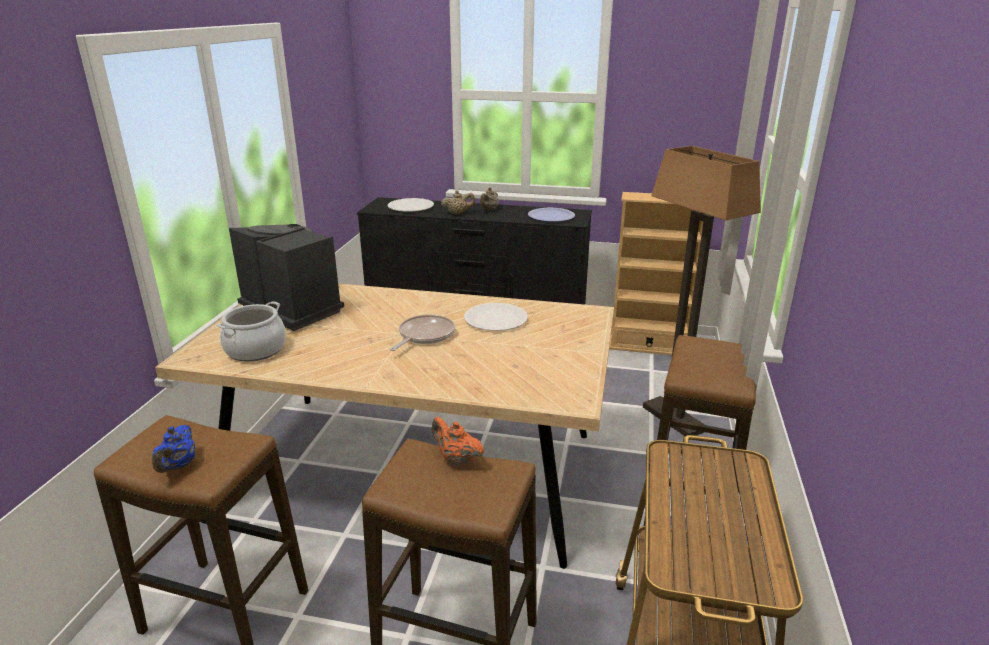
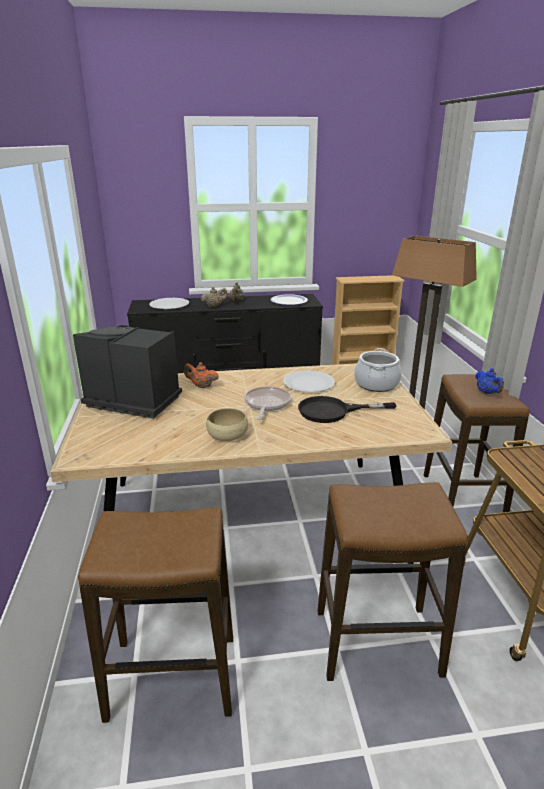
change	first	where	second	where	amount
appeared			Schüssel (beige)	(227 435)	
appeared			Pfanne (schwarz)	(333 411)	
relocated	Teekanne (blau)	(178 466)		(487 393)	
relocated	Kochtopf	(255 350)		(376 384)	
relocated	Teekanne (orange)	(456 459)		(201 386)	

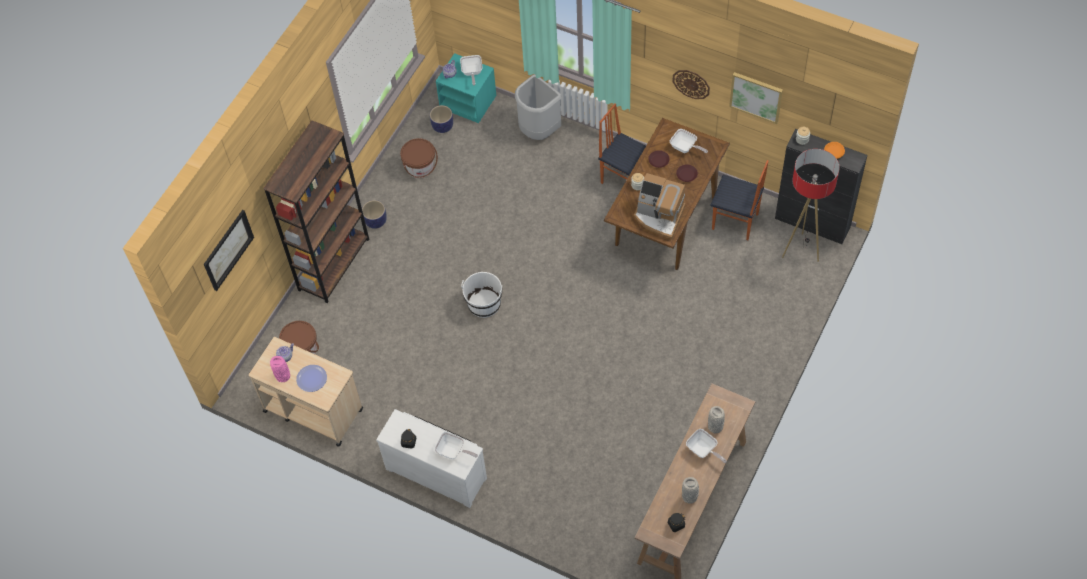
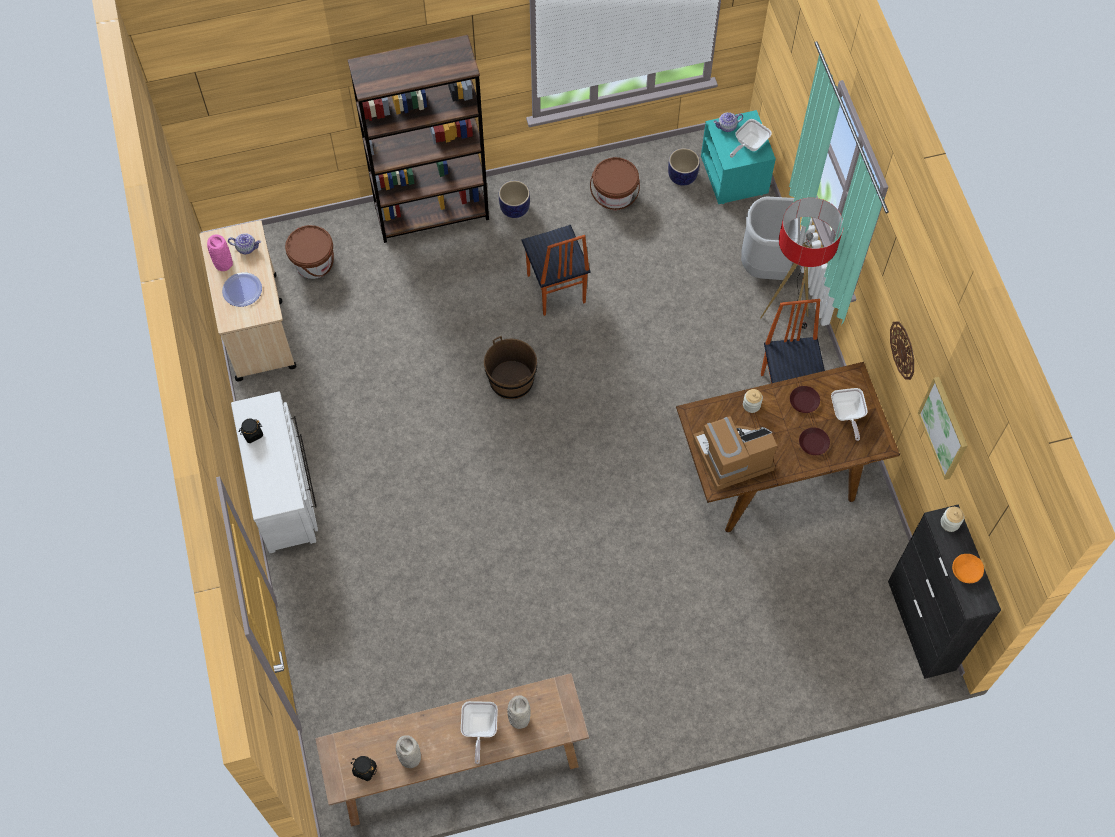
change	first	where	second	where	amount
missing	Bild	(228 250)			
missing	Pfanne	(453 452)			
relocated	Stuhl	(735 222)		(555 289)	
relocated	Stehlampe	(801 250)		(786 328)	
colour	Eimer (weiß)	(484 304)	Eimer (braun)	(511 380)	
spun	Kaffeemaschine	(659 216)		(732 457)	90 degrees clockwise

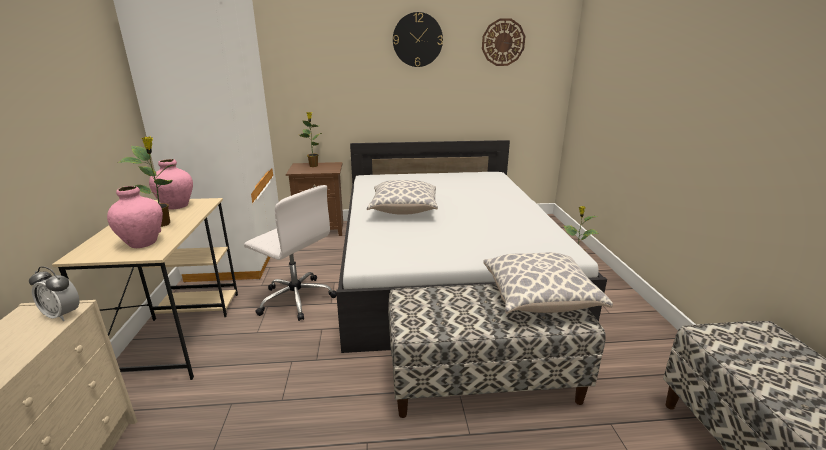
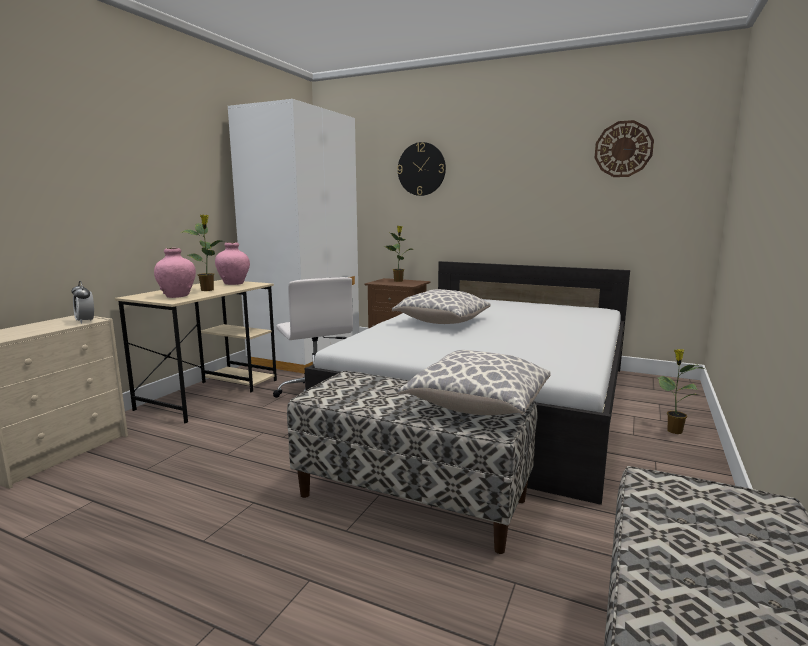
change	first	where	second	where	amount
relocated	Wanduhr	(417 40)		(421 169)	

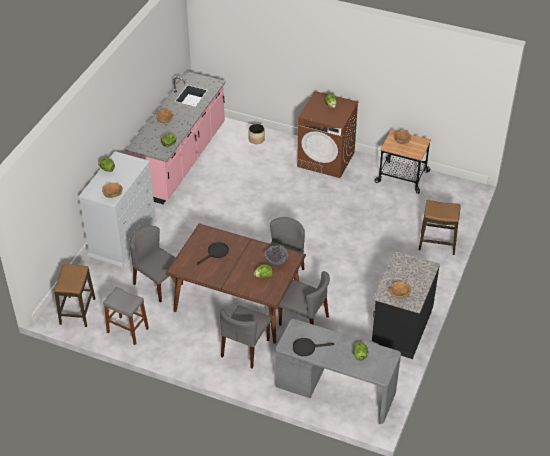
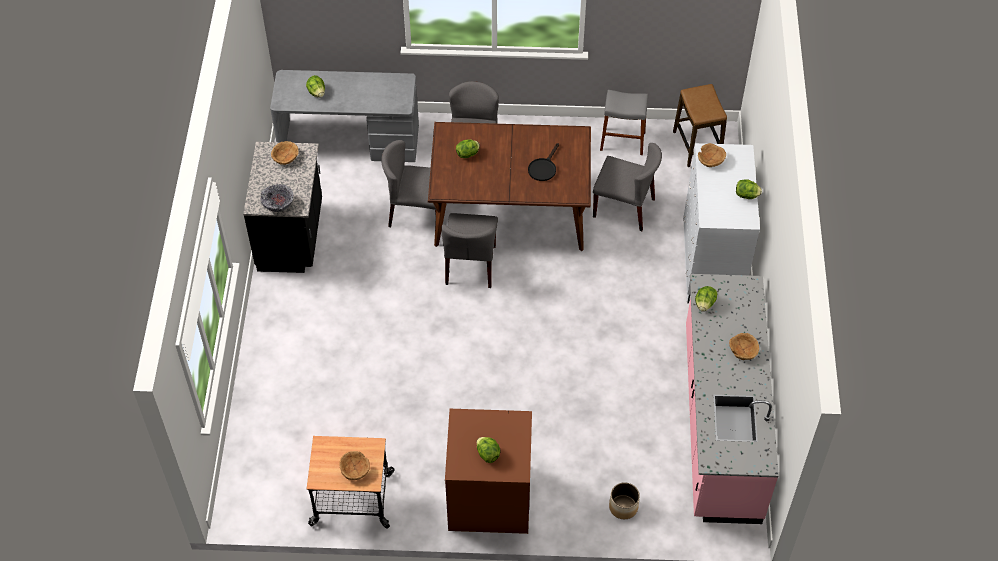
change	first	where	second	where	amount
missing	Pfanne (schwarz)	(307 347)			
missing	Hocker	(437 243)			
relocated	Schüssel	(276 261)		(278 205)	

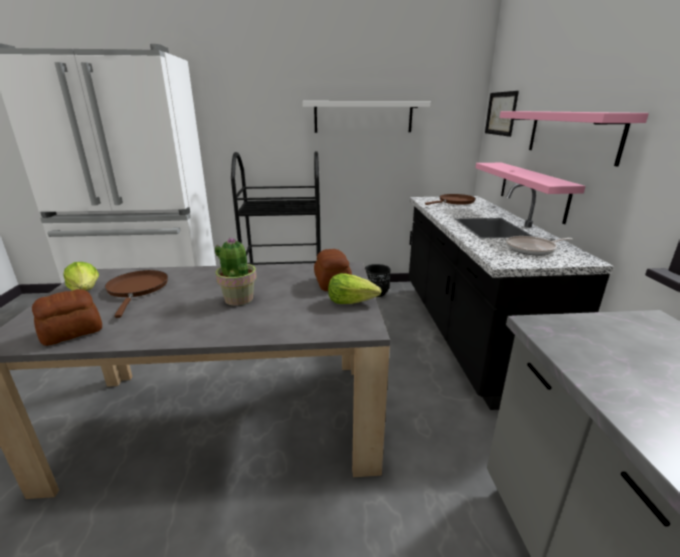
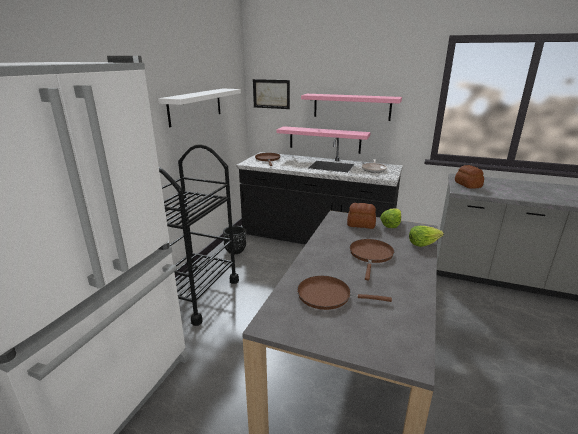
change	first	where	second	where	amount
relocated	Brot	(73 332)		(468 185)	
relocated	Salatkopf	(86 290)		(423 243)	
exchanged	Topfpflanze	(239 299)	Pfanne (braun)	(371 255)	

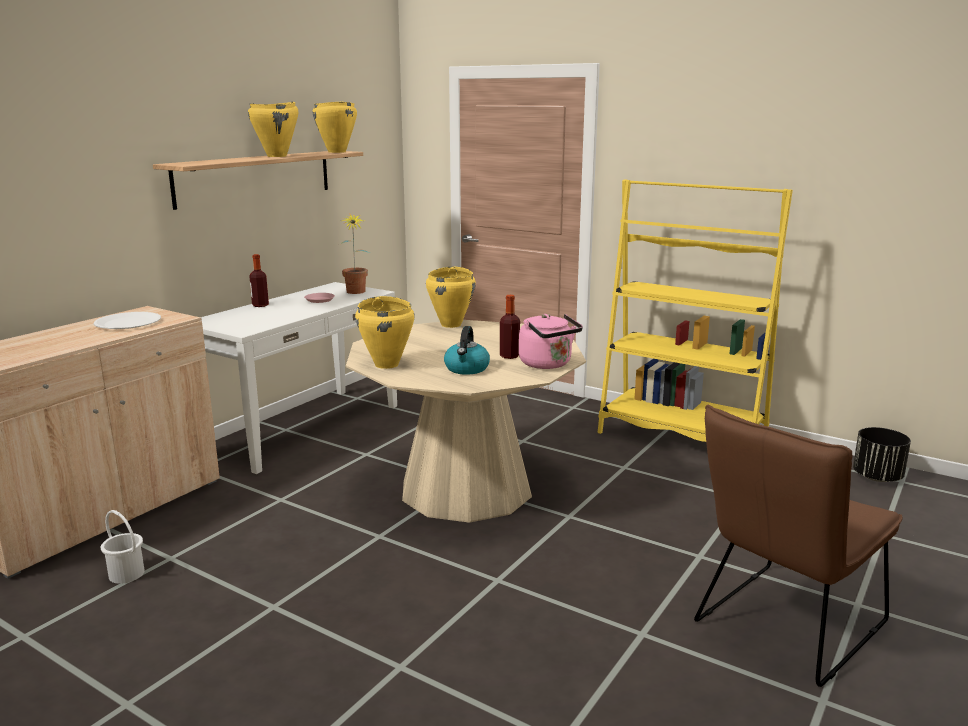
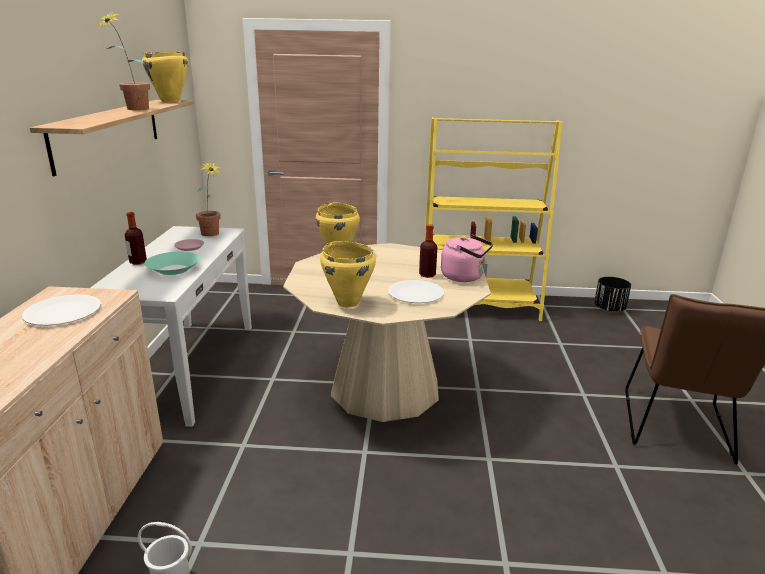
change	first	where	second	where	amount
appeared			Schüssel (türkis)	(174 269)	
exchanged	Kochtopf (gelb)	(277 156)	Topfpflanze	(133 109)	
exchanged	Wasserkessel	(467 369)	Teller (weiß)	(416 293)	

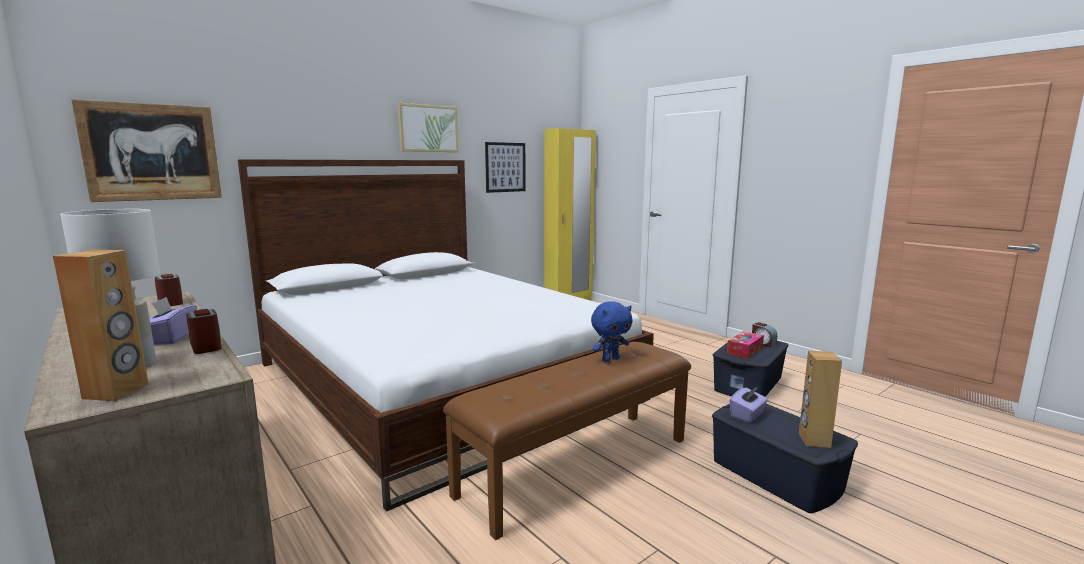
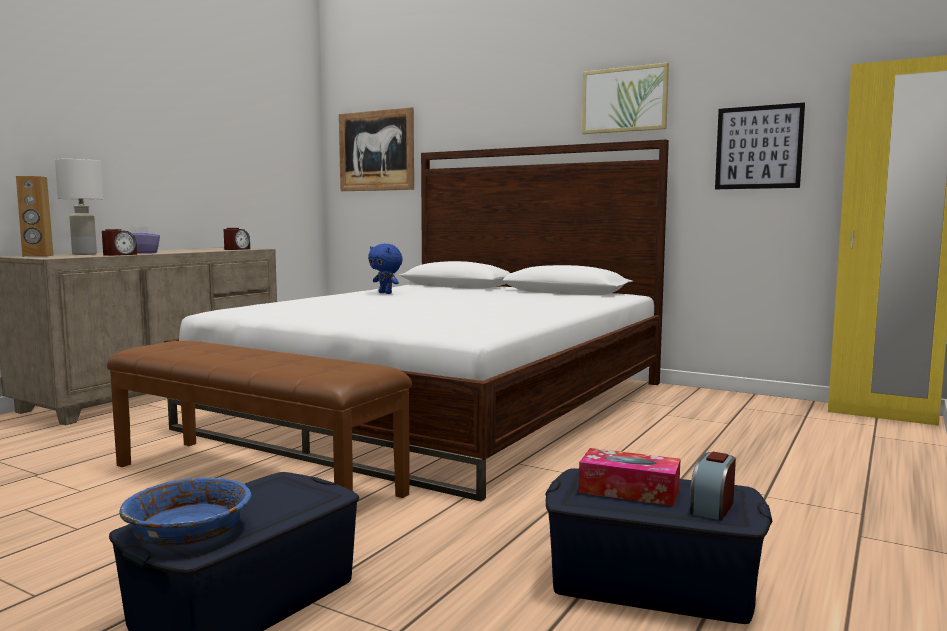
change	first	where	second	where	amount
missing	Taschentuchbox (lila)	(747 415)			
relocated	Plüschtier (blau)	(610 359)		(386 293)	
exchanged	Lautsprecher (braun)	(813 440)	Schüssel (blau)	(187 531)	

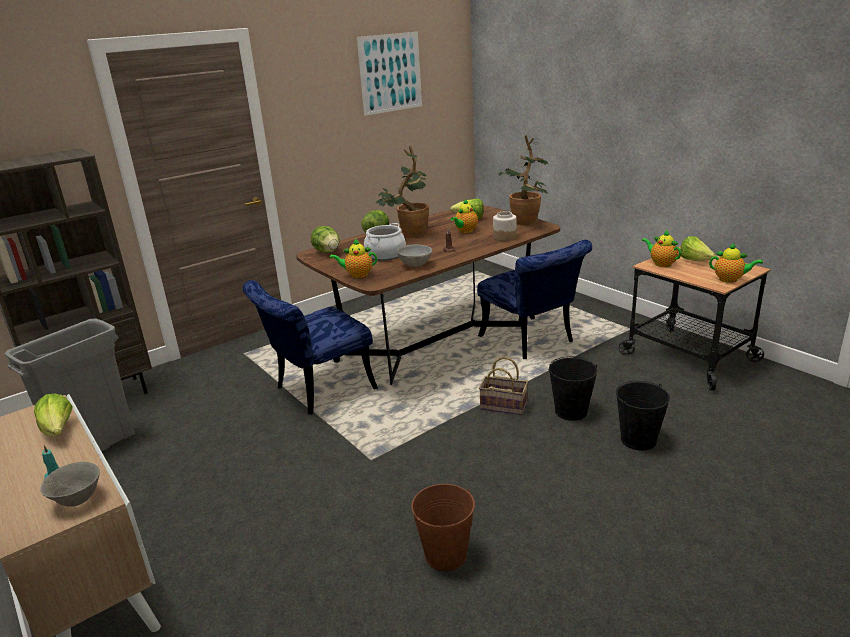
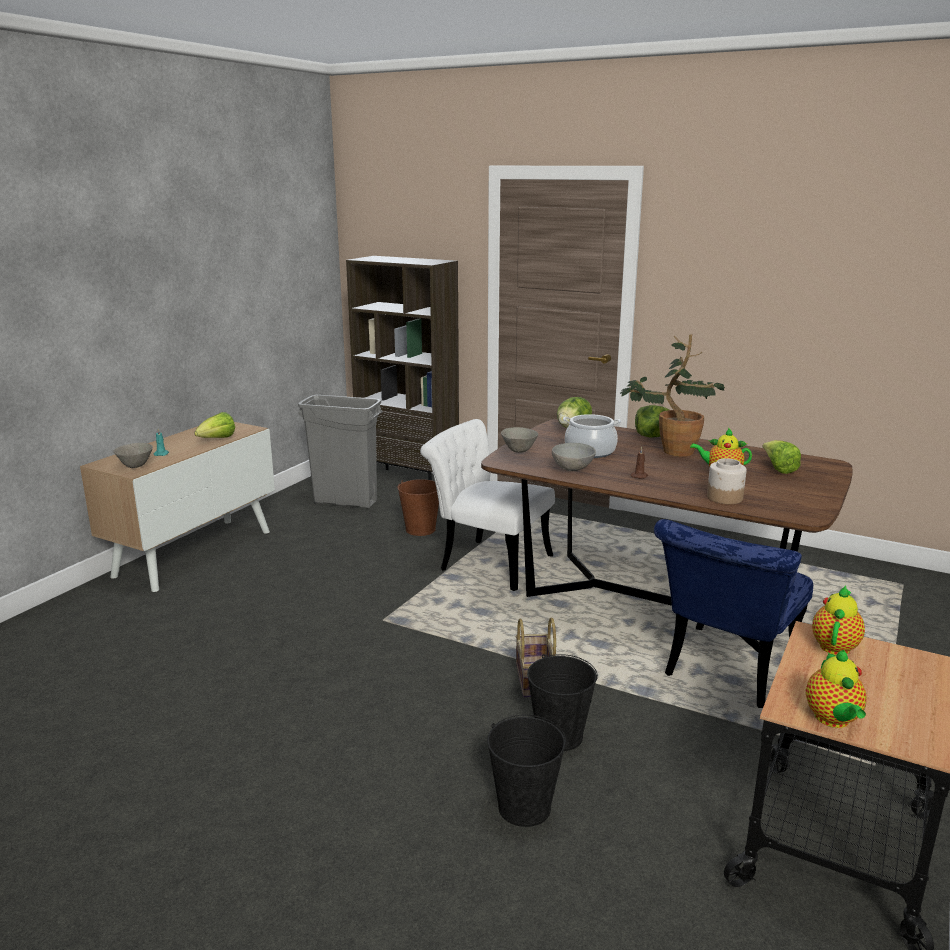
change	first	where	second	where	amount
missing	Bild	(390 73)			
missing	Topfpflanze	(525 223)			
missing	Salatkopf	(695 261)			
relocated	Eimer (braun)	(445 555)		(420 529)	
exchanged	Teekanne	(357 275)	Schüssel (grau)	(519 451)	
colour	Stuhl (blau)	(317 390)	Stuhl (weiß)	(487 561)	

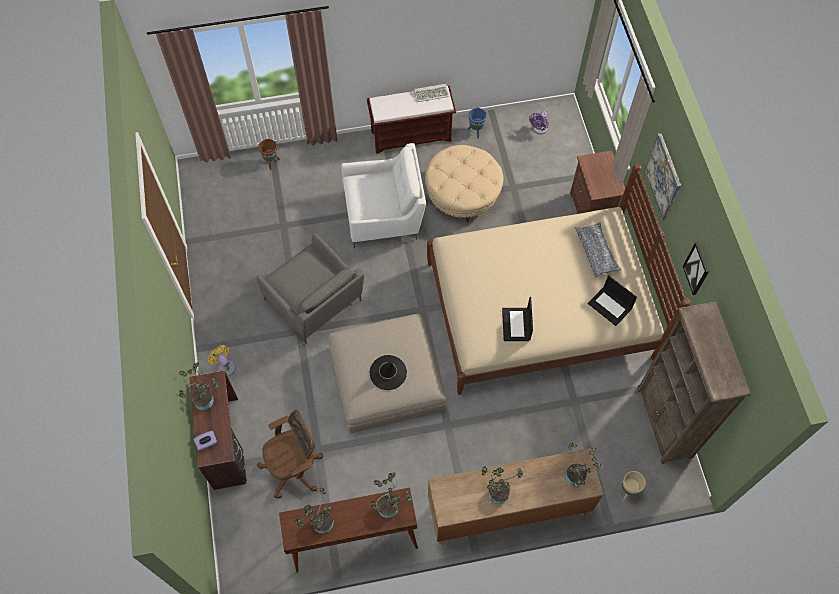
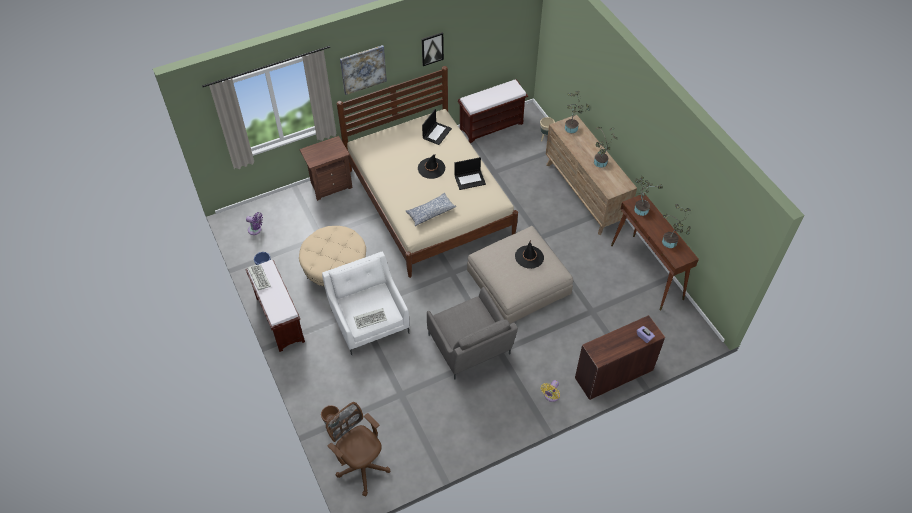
change	first	where	second	where	amount
missing	Topfpflanze	(206 400)			
appeared			Tastatur	(371 318)	
appeared			Hut (schwarz)	(431 168)	
relocated	Bürostuhl (braun)	(295 469)		(361 465)	
relocated	Kissen	(596 252)		(430 212)	
exchanged	Bücherregal (braun)	(664 423)	Bank (braun)	(491 126)	
spun	Sessel (grau)	(315 303)		(470 347)	120 degrees clockwise

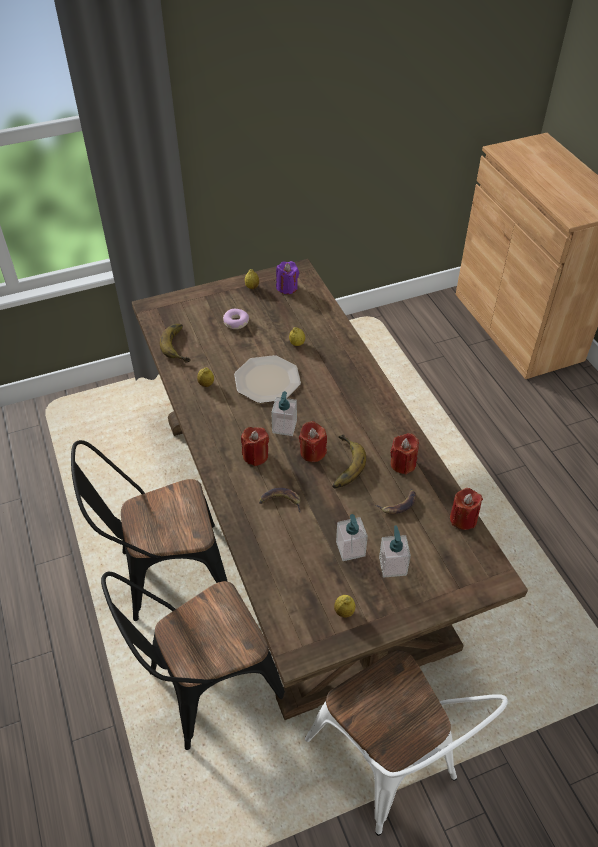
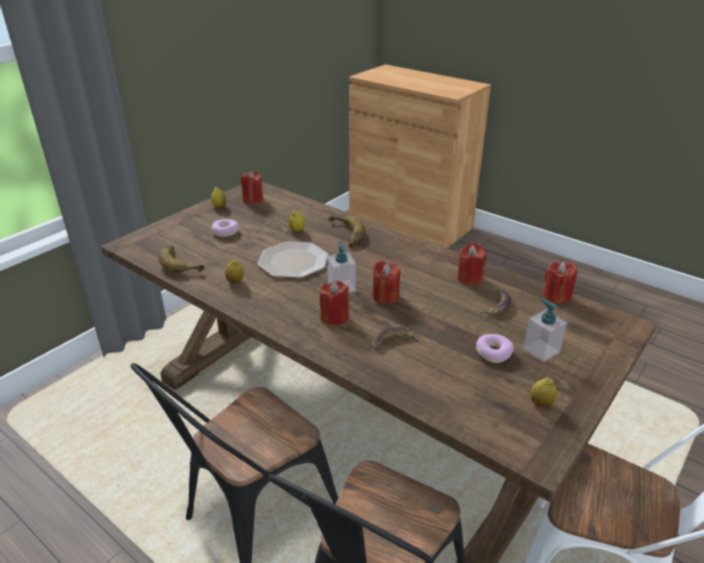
change	first	where	second	where	amount
relocated	Banane	(341 465)		(344 234)	
exchanged	Seifenspender	(350 549)	Donut	(493 352)	
colour	Kerze (lila)	(287 287)	Kerze (rot)	(253 199)	

